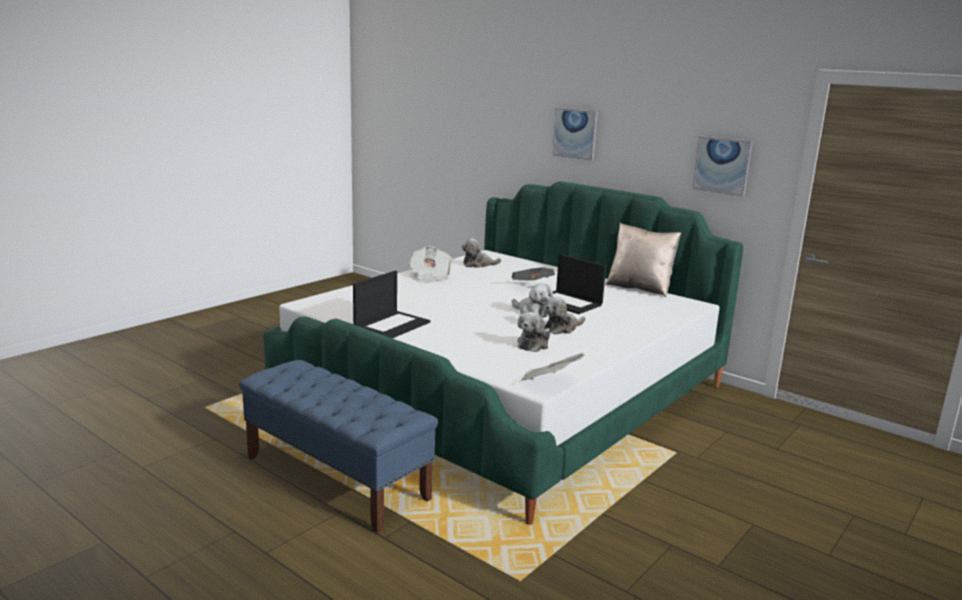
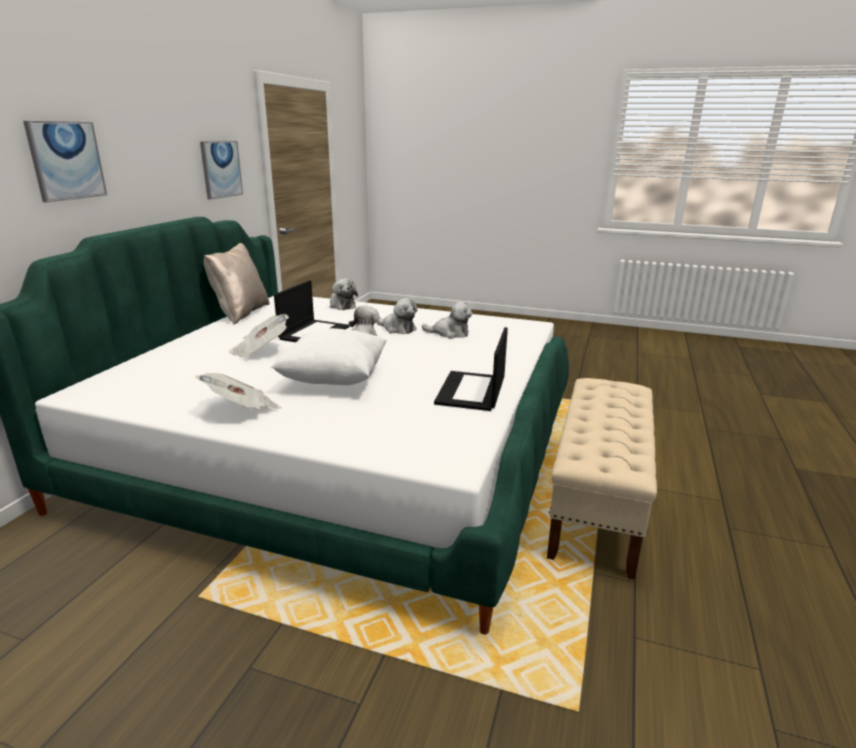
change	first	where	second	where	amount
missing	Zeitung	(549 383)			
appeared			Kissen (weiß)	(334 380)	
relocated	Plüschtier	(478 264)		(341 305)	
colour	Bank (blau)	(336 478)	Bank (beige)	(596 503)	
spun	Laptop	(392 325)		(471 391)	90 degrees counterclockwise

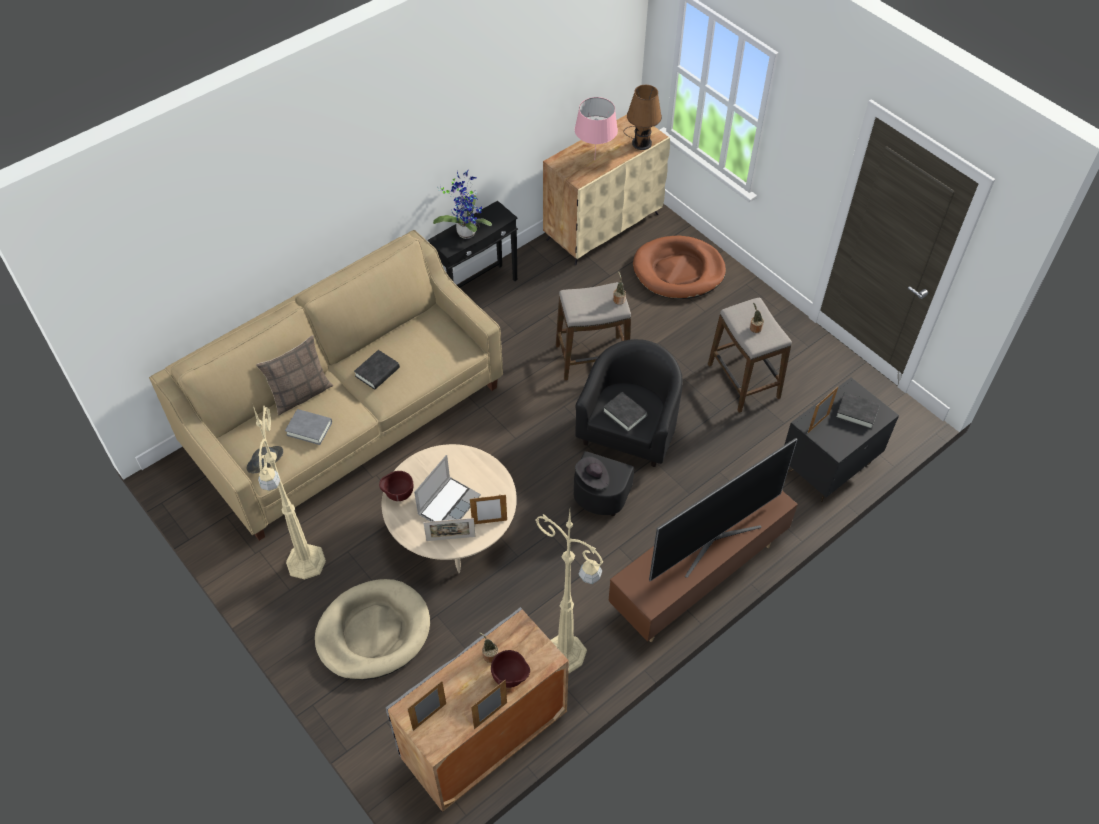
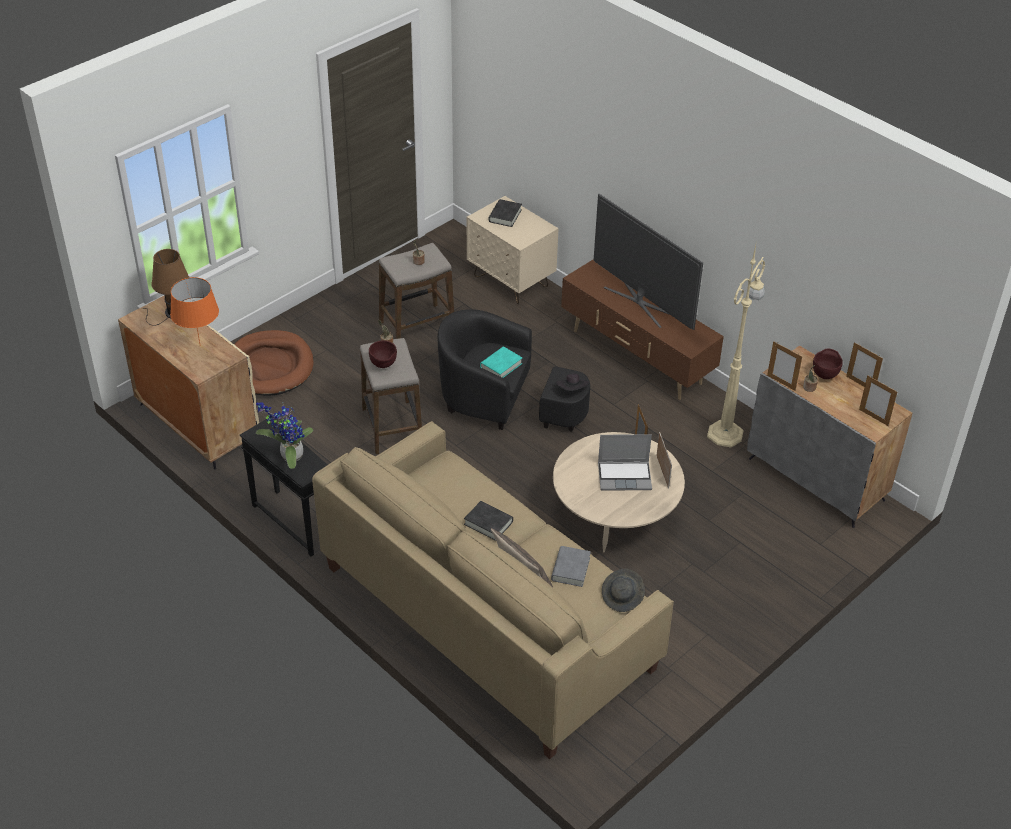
change	first	where	second	where	amount
missing	Stehlampe (beige)	(305 564)			
missing	Hundebett (beige)	(373 632)			
relocated	Schüssel (braun)	(398 495)		(383 366)	
relocated	Bilderrahmen	(818 423)		(781 383)	
colour	Tischlampe (rosa)	(595 160)	Tischlampe (orange)	(200 345)	
colour	Buch (schwarz)	(625 414)	Buch (türkis)	(501 365)	
colour	Nachttisch (schwarz)	(827 468)	Nachttisch (beige)	(511 281)	
spun	Laptop	(448 504)		(625 476)	150 degrees clockwise

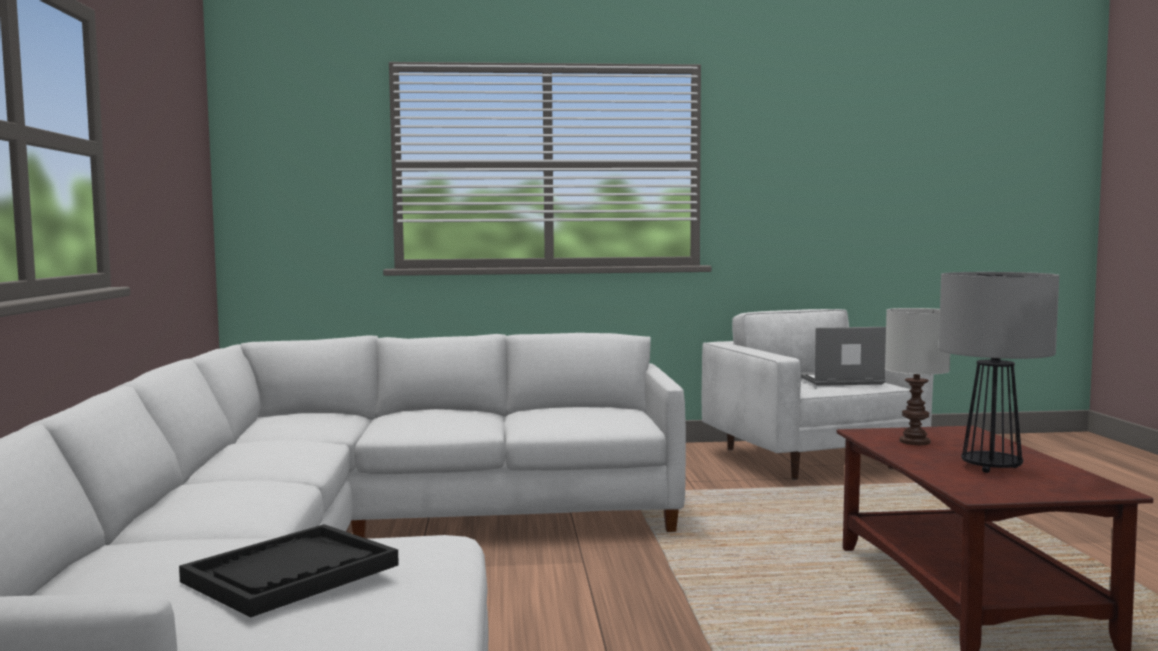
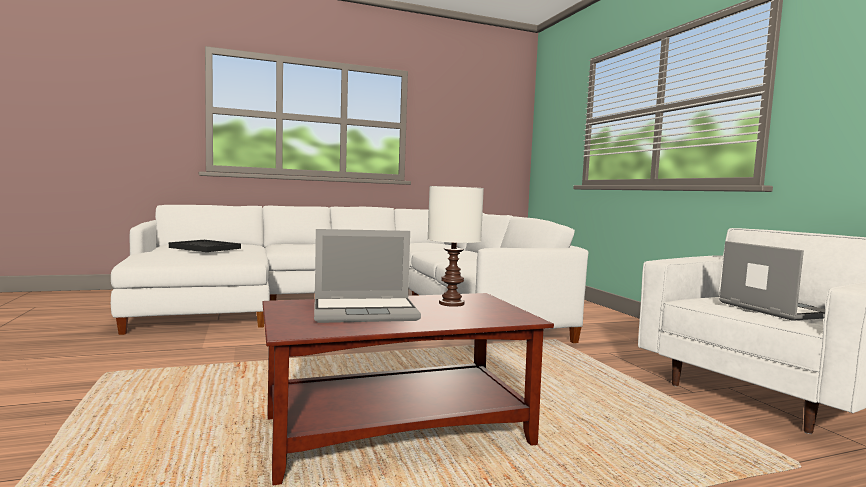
change	first	where	second	where	amount
exchanged	Tischlampe	(990 467)	Laptop	(366 312)	

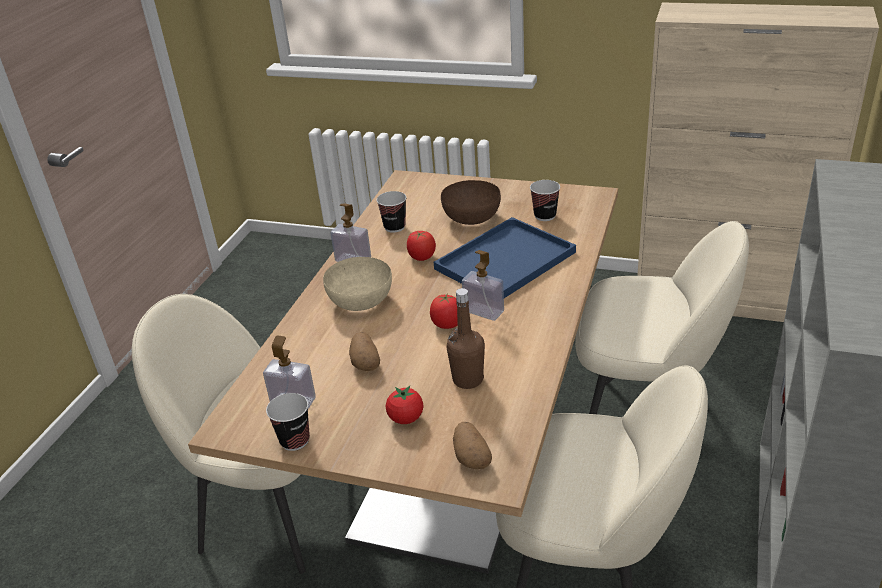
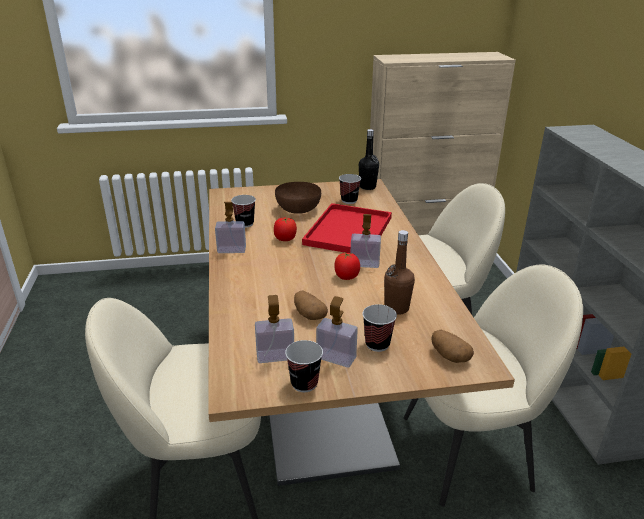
change	first	where	second	where	amount
missing	Schüssel (beige)	(361 300)			
appeared			Seifenspender	(336 357)	
appeared			Flasche (schwarz)	(367 187)	
exchanged	Tomate	(406 418)	Tasse	(377 344)	
colour	Tablett (blau)	(504 262)	Tablett (rot)	(349 232)	

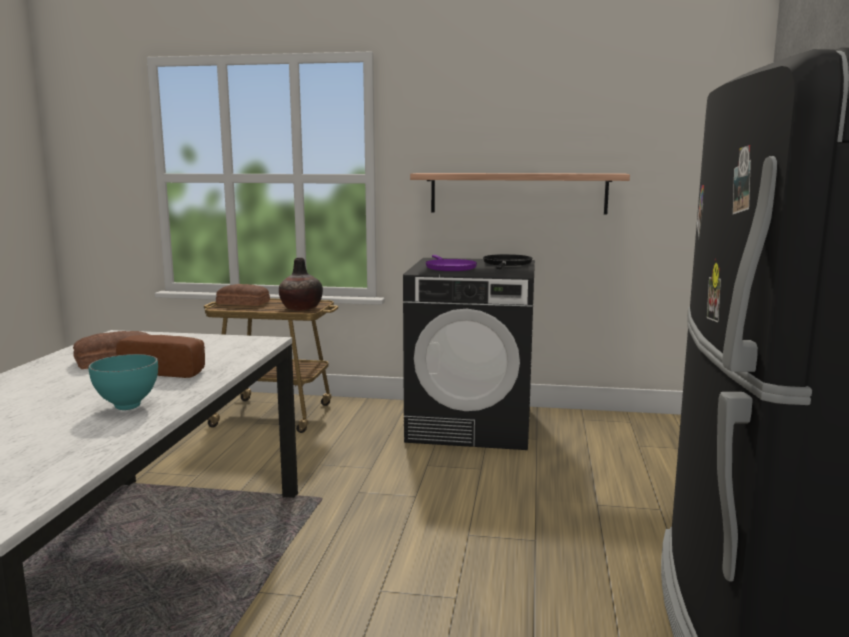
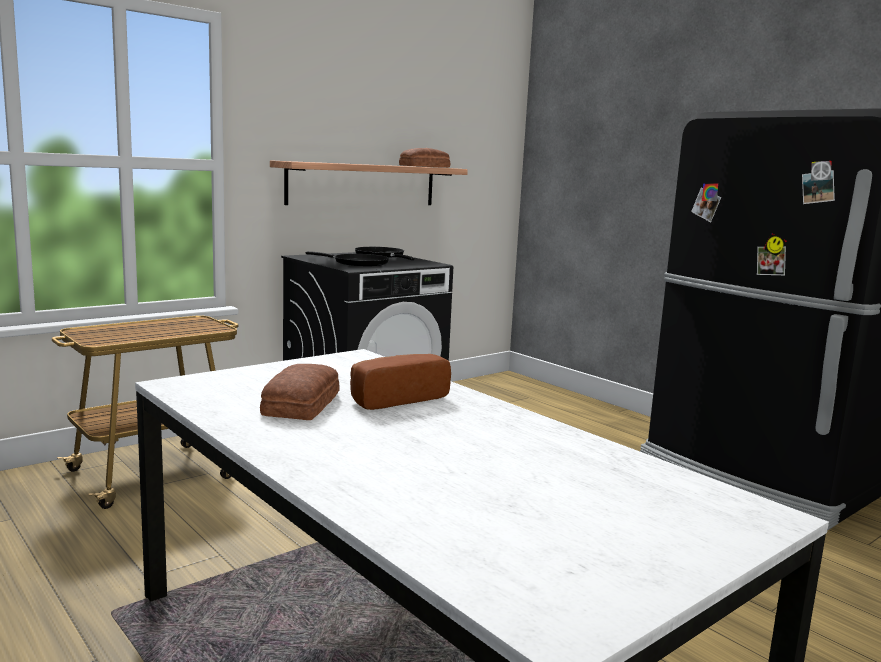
change	first	where	second	where	amount
missing	Schüssel (türkis)	(127 406)			
missing	Vase	(301 308)			
relocated	Brot	(243 303)		(425 166)	
colour	Pfanne (lila)	(449 268)	Pfanne (schwarz)	(357 263)	

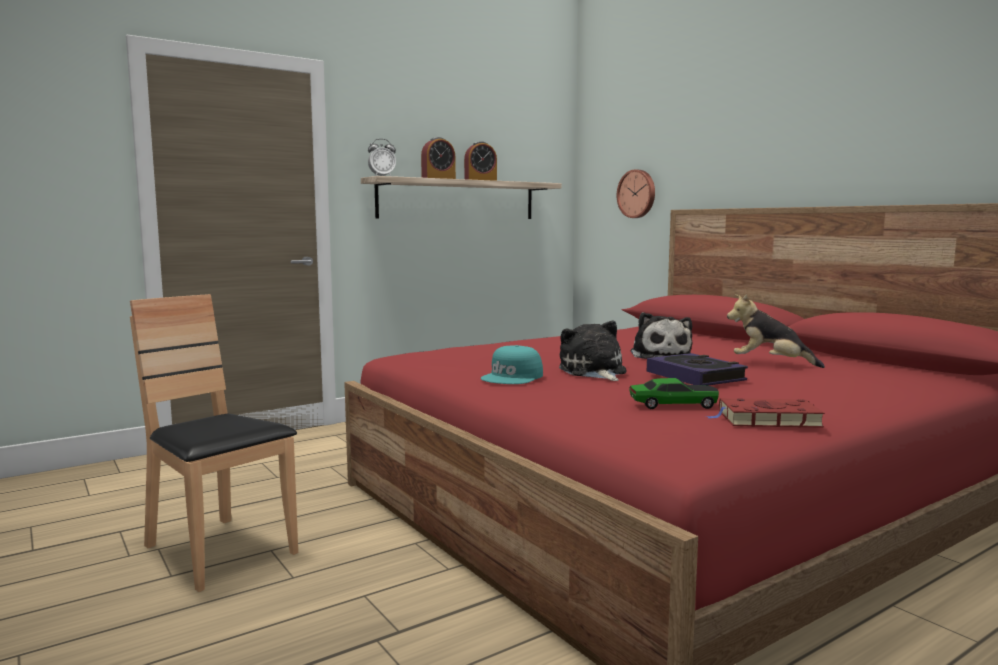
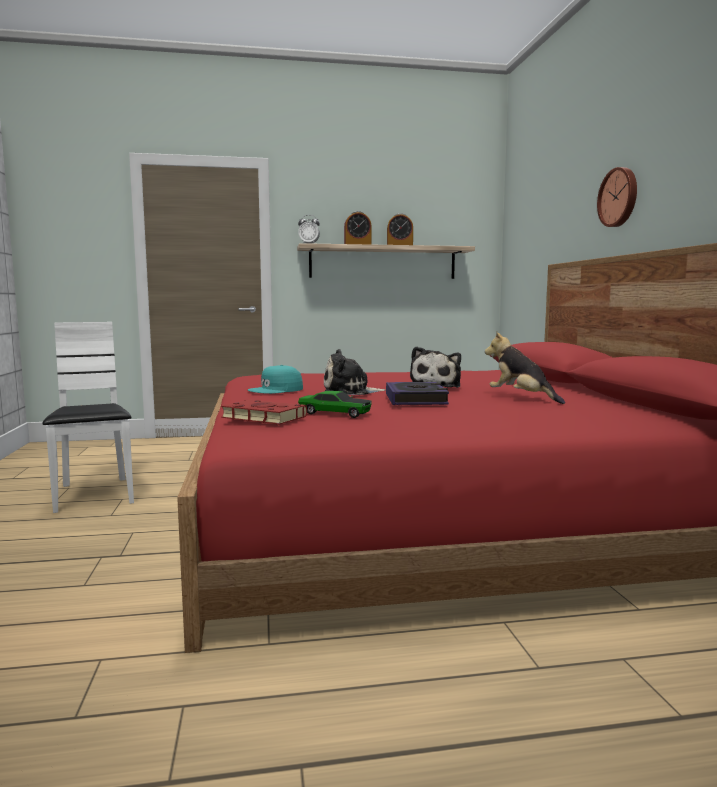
change	first	where	second	where	amount
relocated	Wanduhr	(637 194)		(619 197)	
relocated	Buch (rot)	(766 419)		(261 417)	
colour	Stuhl (braun)	(218 552)	Stuhl (weiß)	(94 494)	
spun	Plüschtier	(593 372)		(350 392)	105 degrees counterclockwise

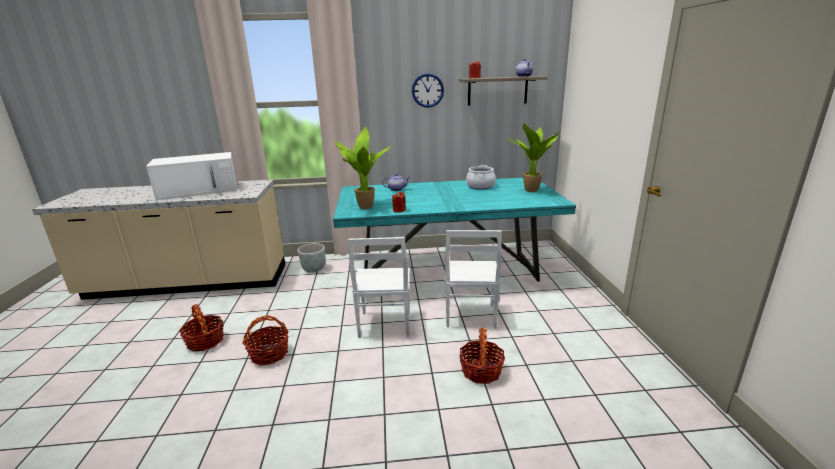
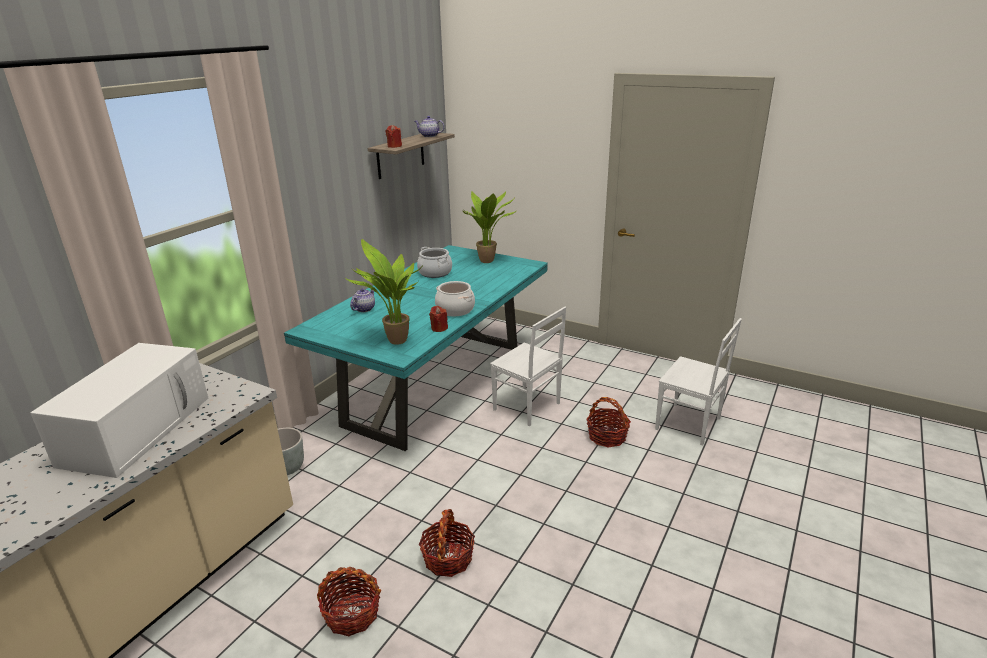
change	first	where	second	where	amount
missing	Wanduhr	(427 90)			
appeared			Kochtopf	(455 310)	
relocated	Stuhl (weiß)	(384 325)		(688 424)	

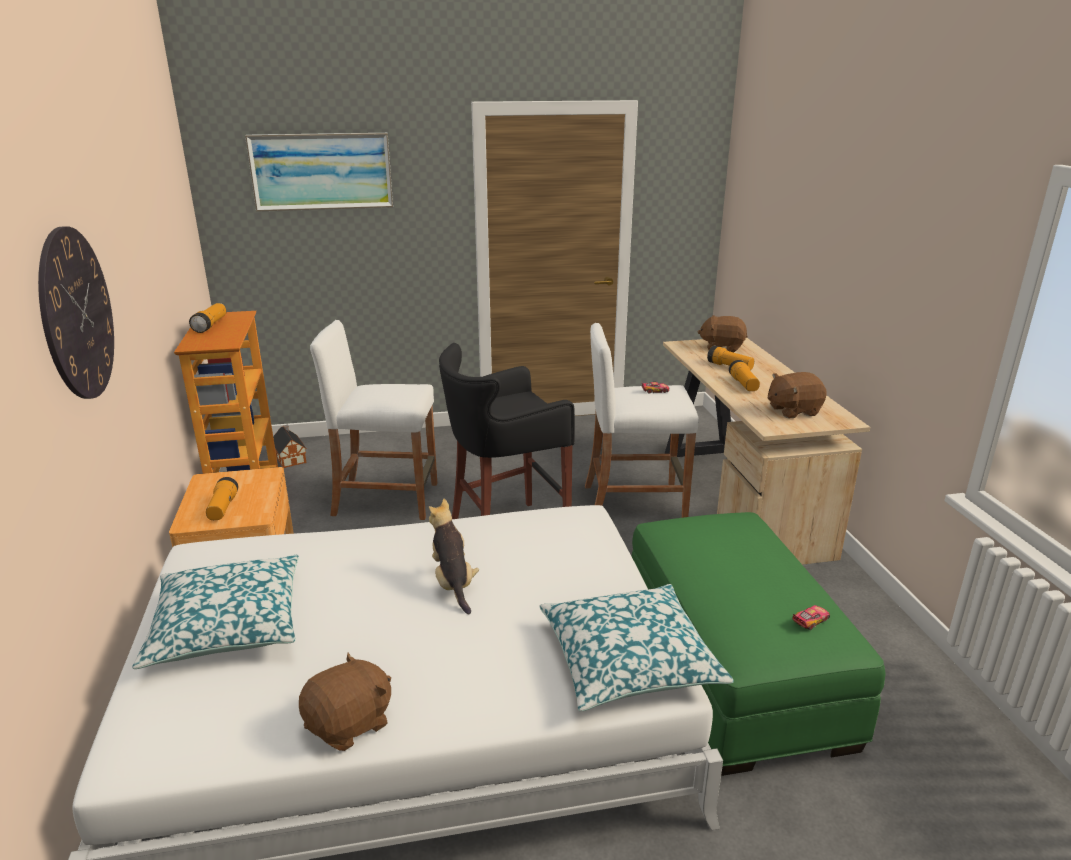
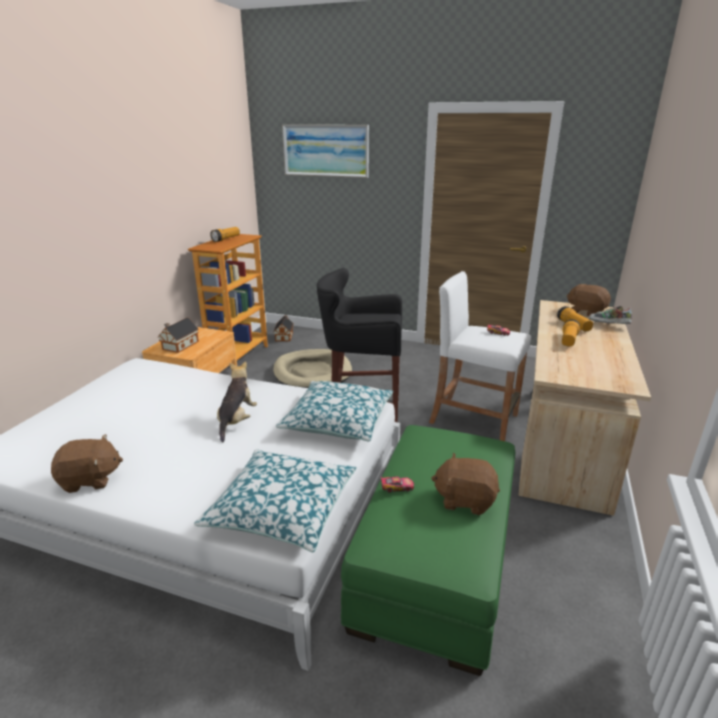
change	first	where	second	where	amount
missing	Wanduhr	(77 314)			
appeared			Schuh	(608 325)	
relocated	Kissen	(227 624)		(338 421)	
relocated	Plüschtier (braun)	(793 410)		(465 499)	
relocated	Spielzeugauto	(811 621)		(397 487)	
exchanged	Taschenlampe	(223 508)	Spielzeughaus	(179 346)	
exchanged	Hocker (weiß)	(385 499)	Hundebett (beige)	(312 372)	

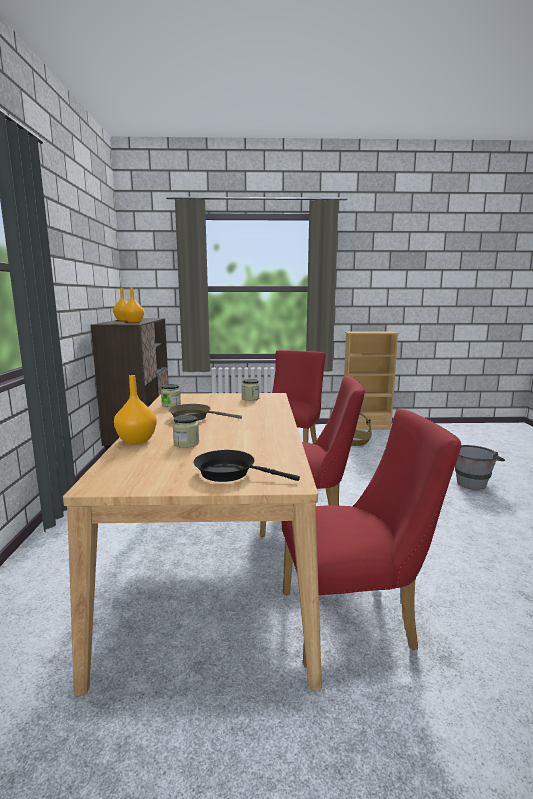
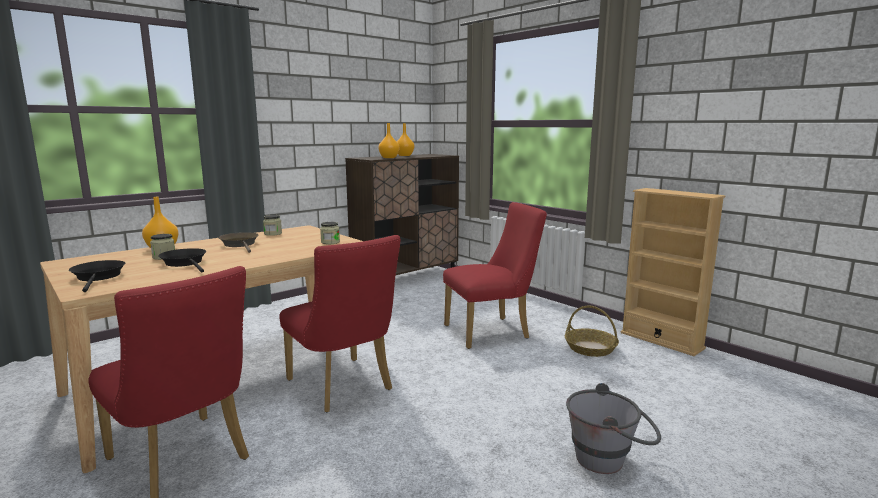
change	first	where	second	where	amount
appeared			Pfanne (schwarz)	(185 263)	

